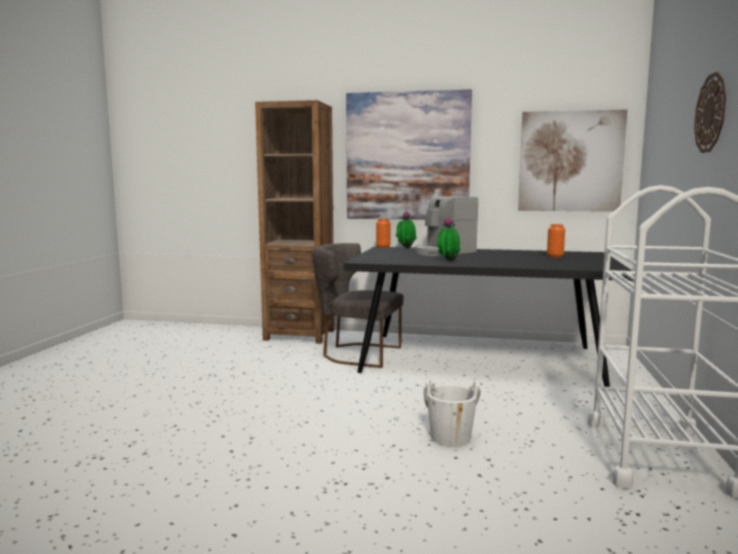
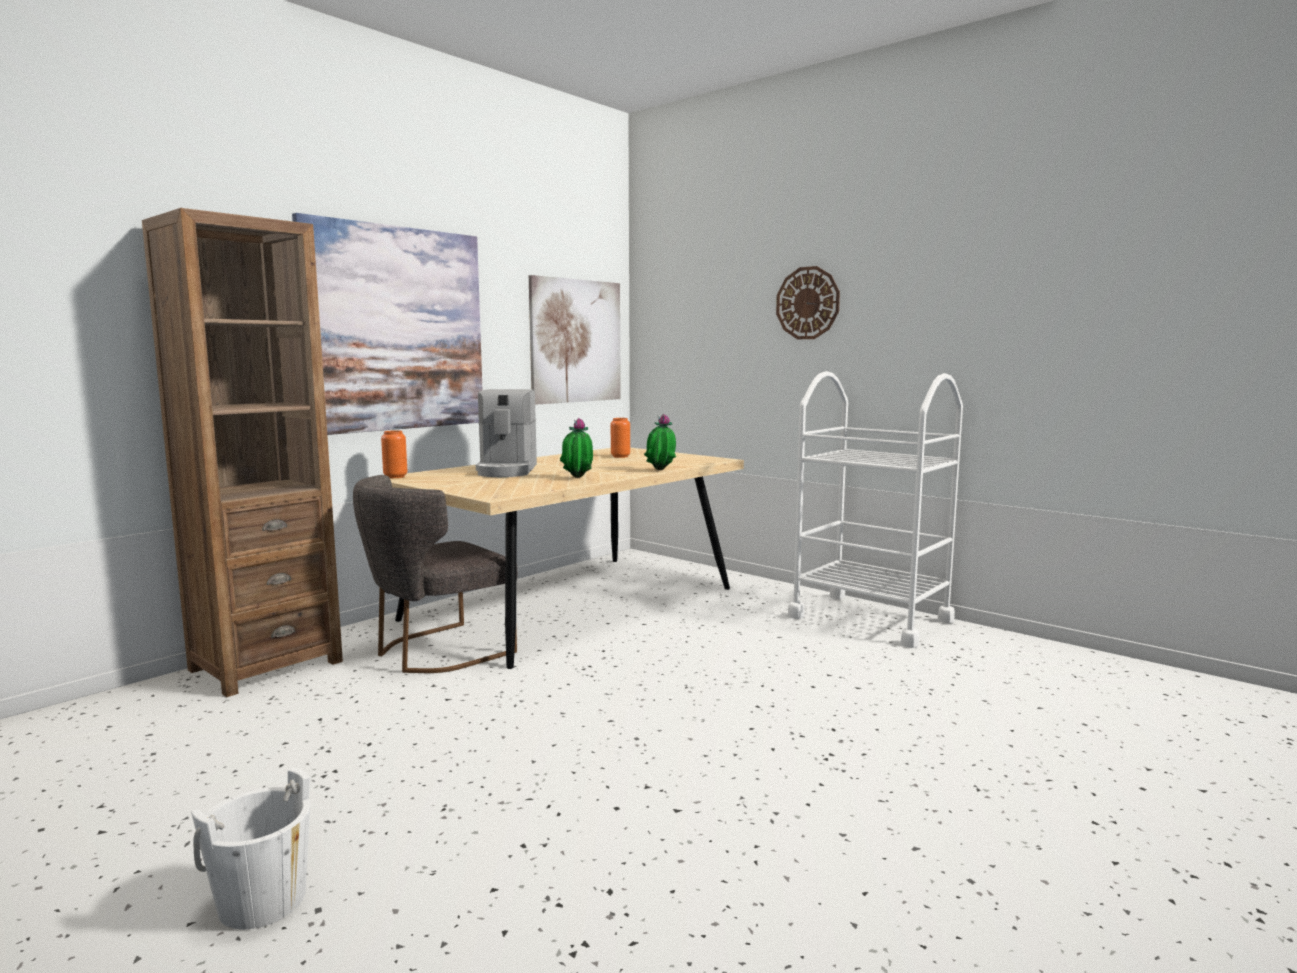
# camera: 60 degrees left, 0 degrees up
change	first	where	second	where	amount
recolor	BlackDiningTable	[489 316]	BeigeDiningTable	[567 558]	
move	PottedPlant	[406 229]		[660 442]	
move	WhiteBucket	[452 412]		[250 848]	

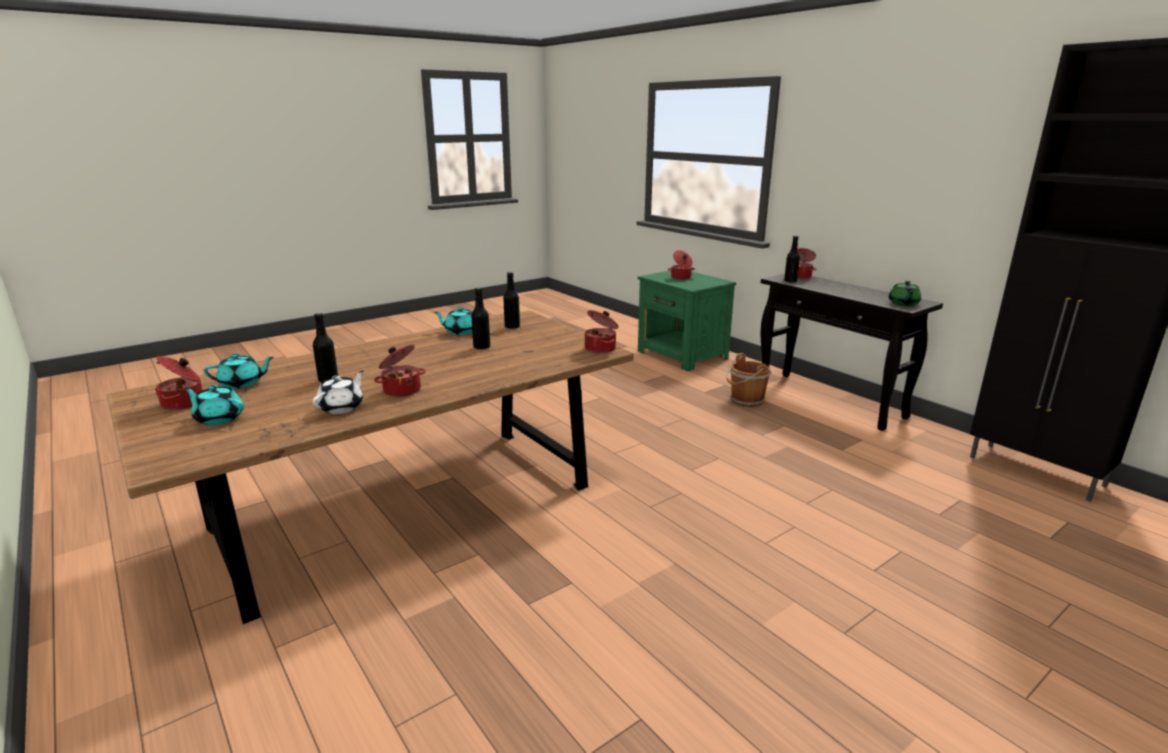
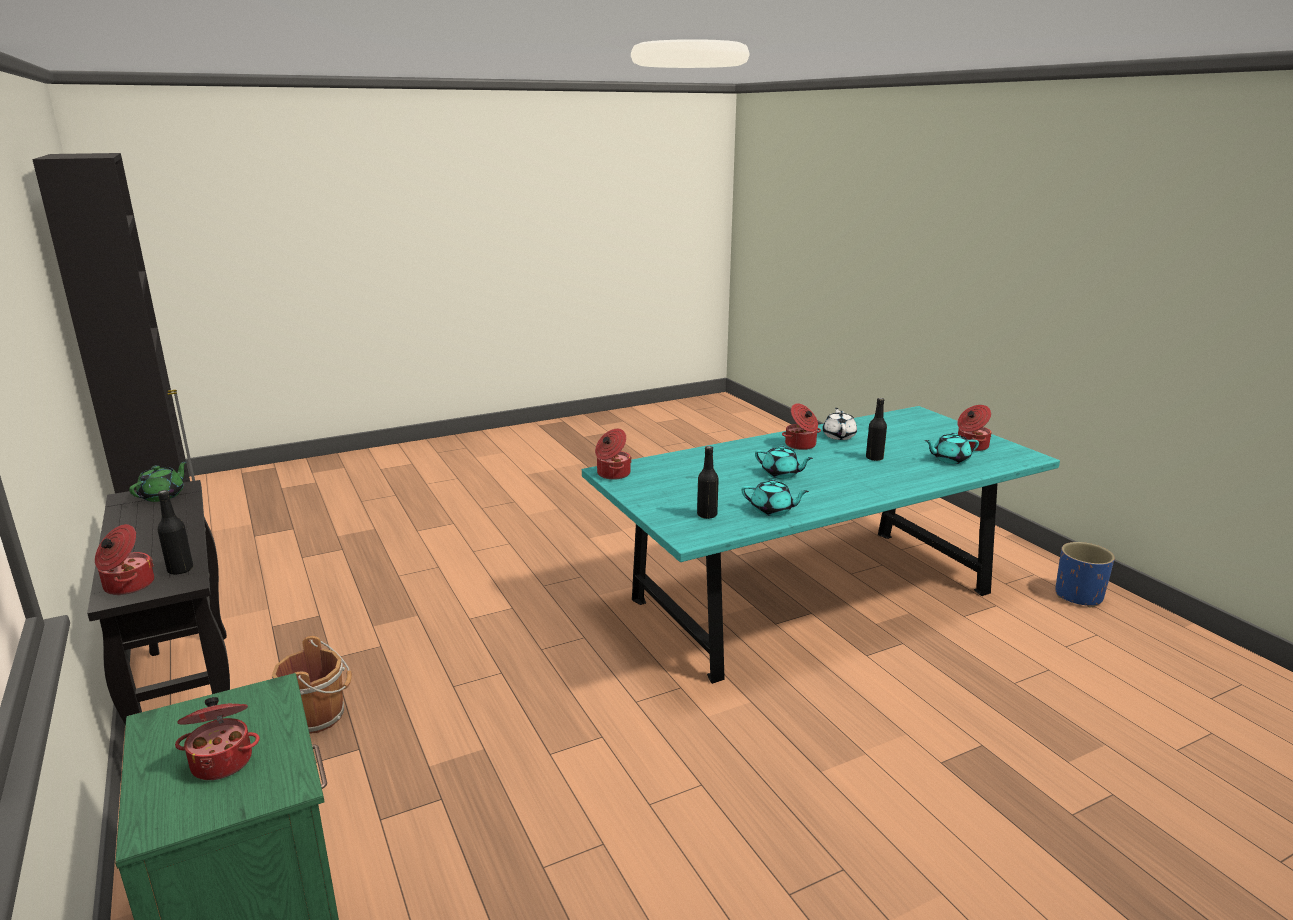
# camera: 170 degrees left, 0 degrees up
change	first	where	second	where	amount
recolor	BrownDiningTable	[370 467]	TurquoiseDiningTable	[821 545]	
move	TurquoiseTeapot	[214 405]		[784 462]	
rotate	WhiteTeapot	[338 392]		[840 424]	150 degrees clockwise
delete	BlackBottle	[480 318]			
insert			BluePlanter	[1085 575]	

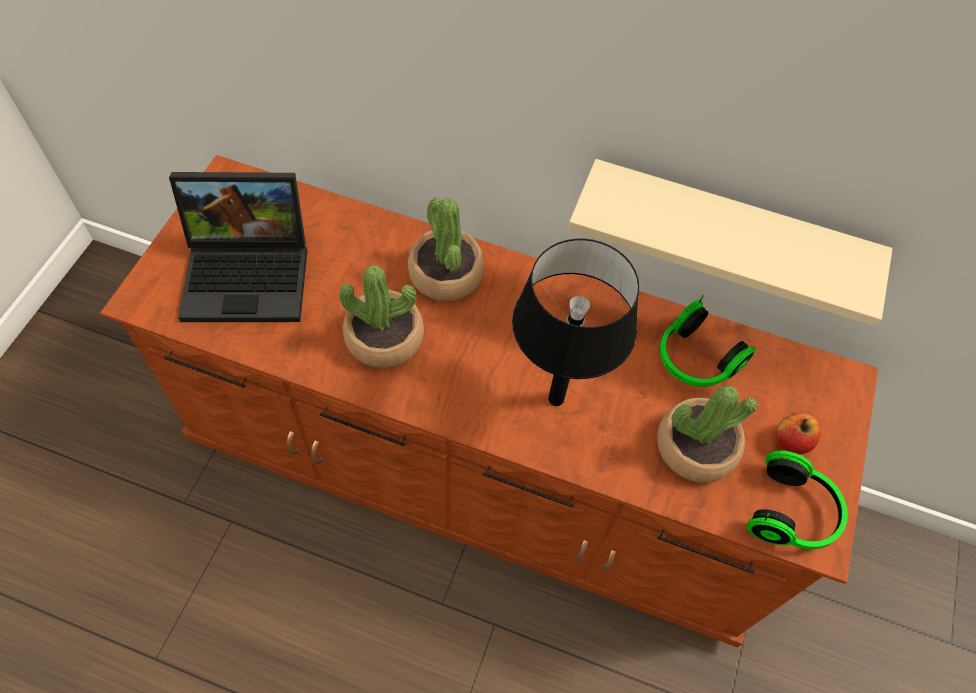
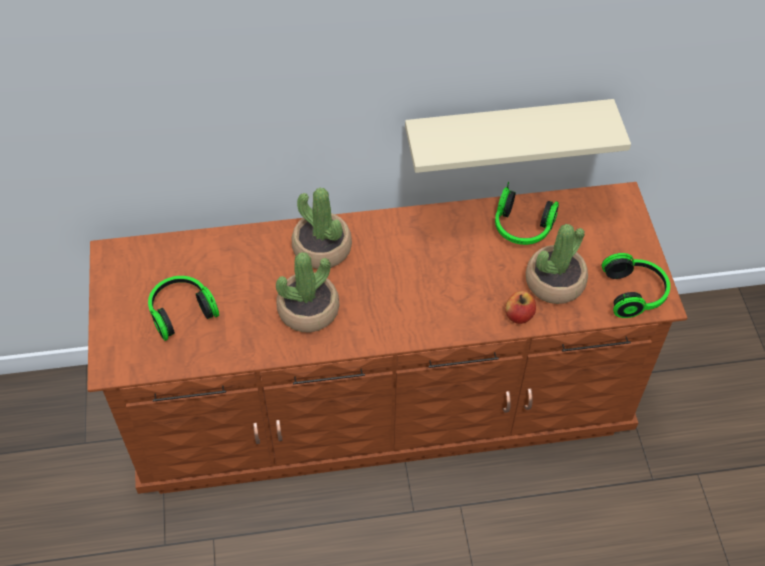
# camera: 25 degrees left, 5 degrees down
change	first	where	second	where	amount
replace	Laptop	[238 247]	Headphones	[183 308]	
delete	BlackTableLamp	[575 322]			
move	Apple	[798 433]		[520 307]	

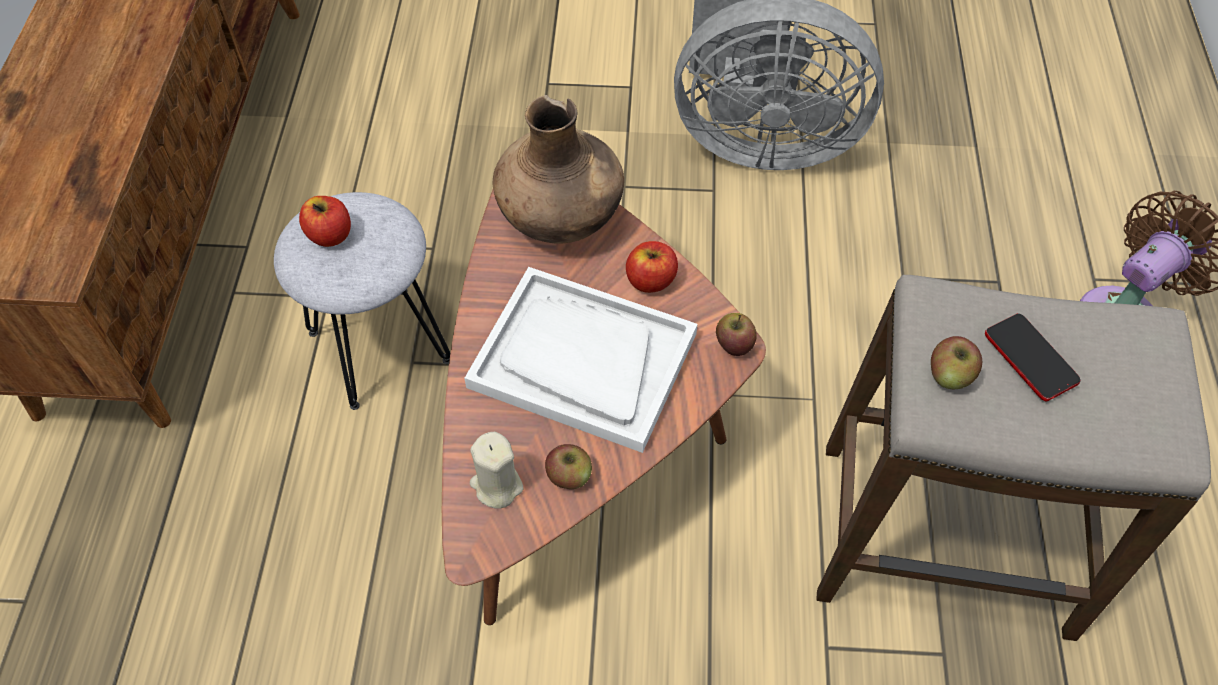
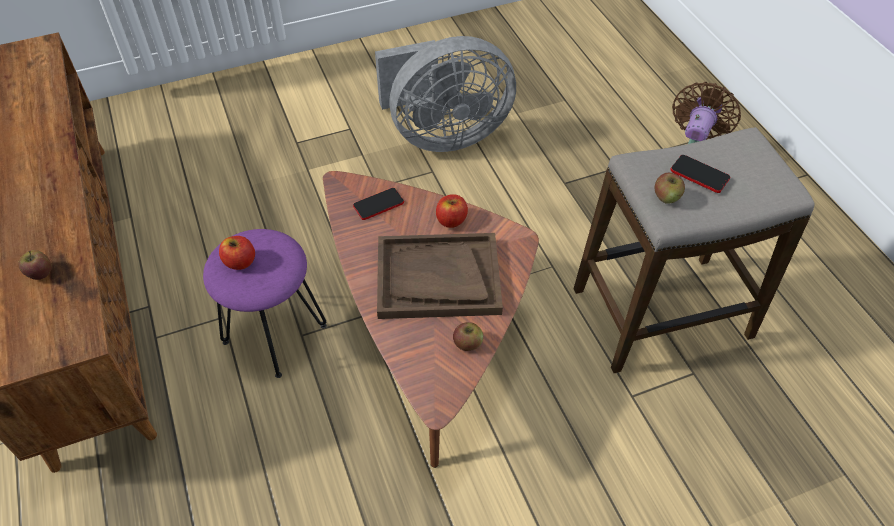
# camera: 25 degrees left, 5 degrees down
change	first	where	second	where	amount
recolor	GreyStool	[362 301]	PurpleStool	[265 303]	
recolor	WhiteTray	[580 360]	BrownTray	[440 276]	
delete	BeigeCandle	[496 470]			
replace	BrownVase	[558 169]	Phone	[378 204]	
move	Apple	[736 334]		[35 265]	

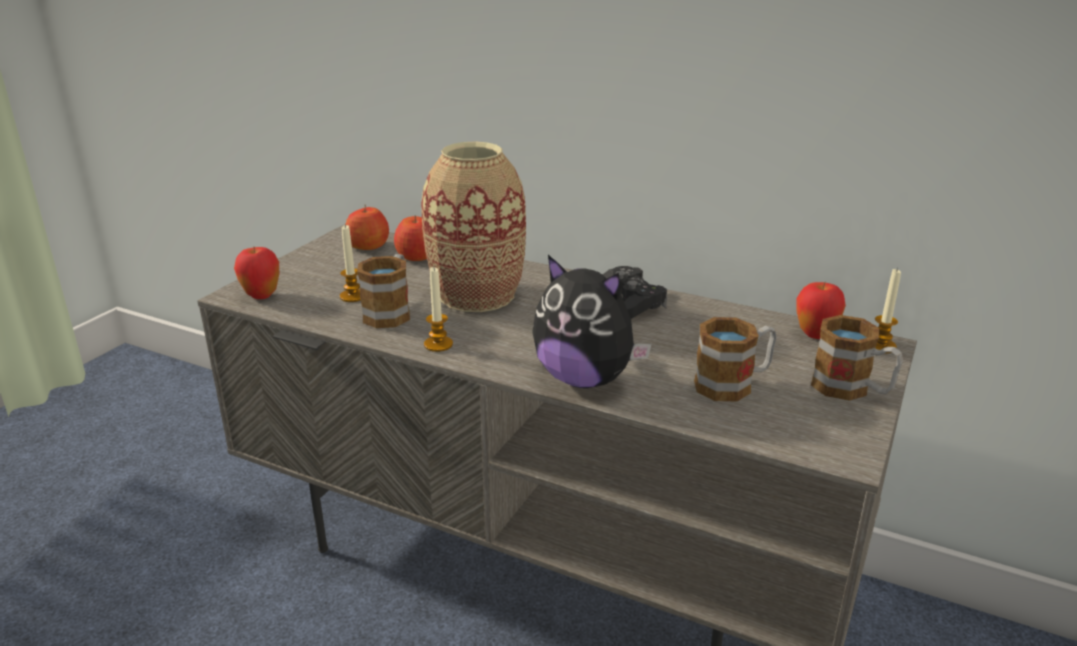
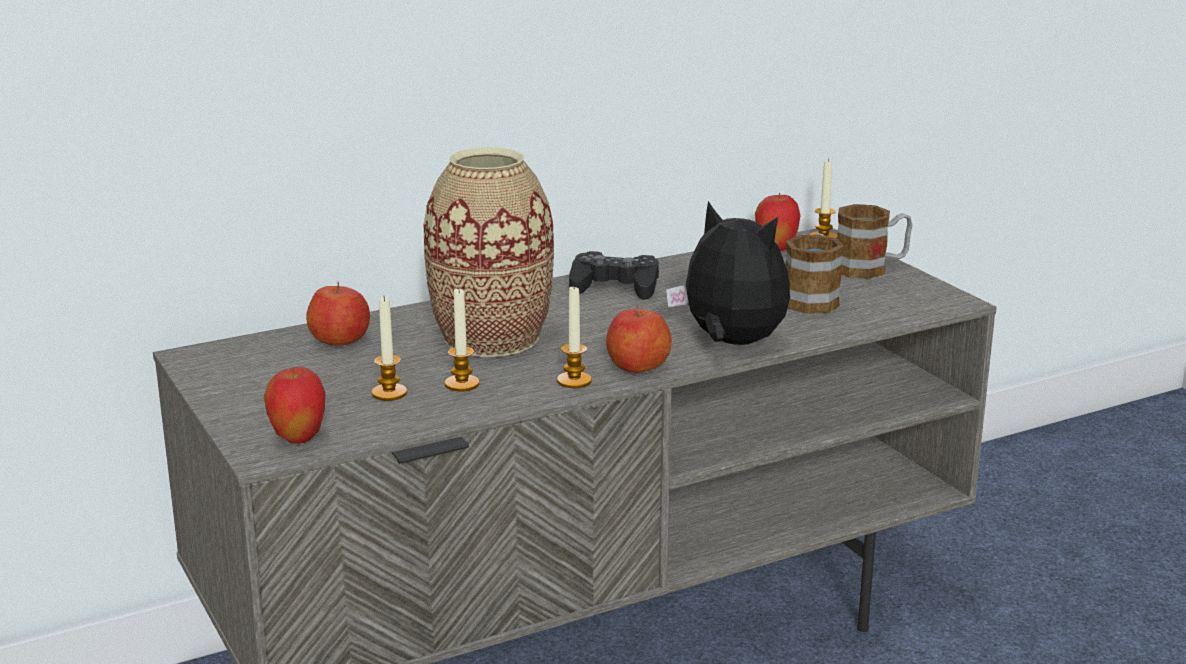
# camera: 55 degrees left, 5 degrees down
change	first	where	second	where	amount
move	Apple	[367 227]		[639 339]	
replace	Mug	[383 291]	Candle	[462 340]	
rotate	PlushToy	[592 321]		[728 273]	120 degrees counterclockwise

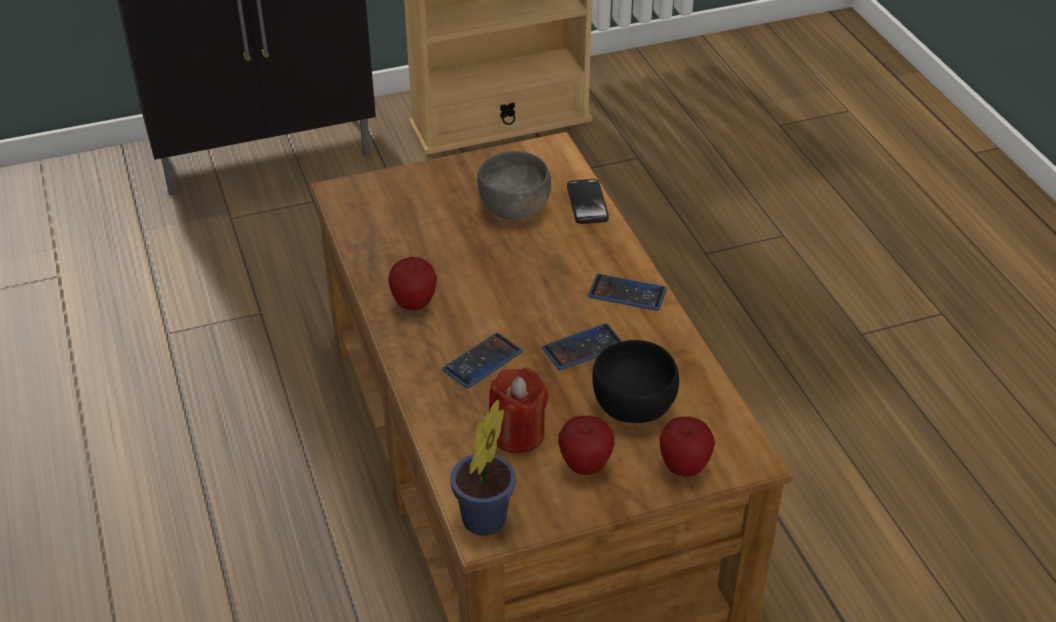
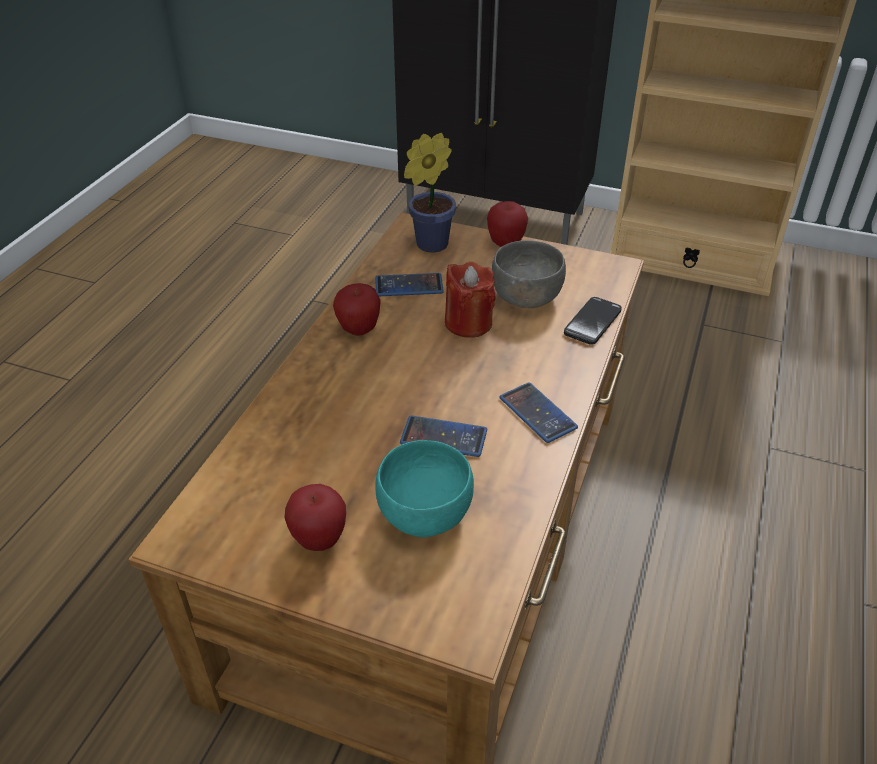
# camera: 40 degrees right, 0 degrees up
change	first	where	second	where	amount
move	Phone	[482 361]		[409 284]	
move	PottedPlant	[483 468]		[430 193]	
move	RedCandle	[519 410]		[470 300]	
recolor	BlackBowl	[635 381]	TurquoiseBowl	[424 488]	
move	Apple	[687 447]		[507 224]	

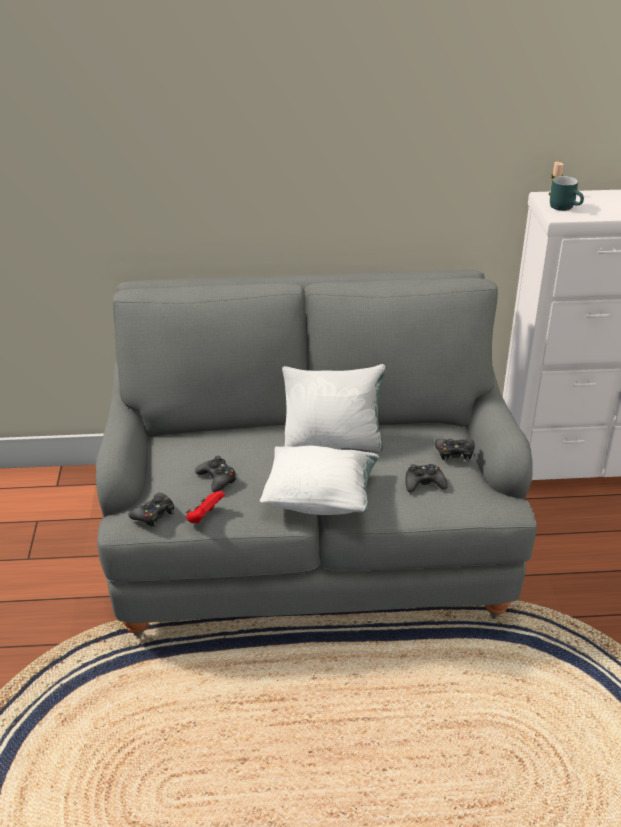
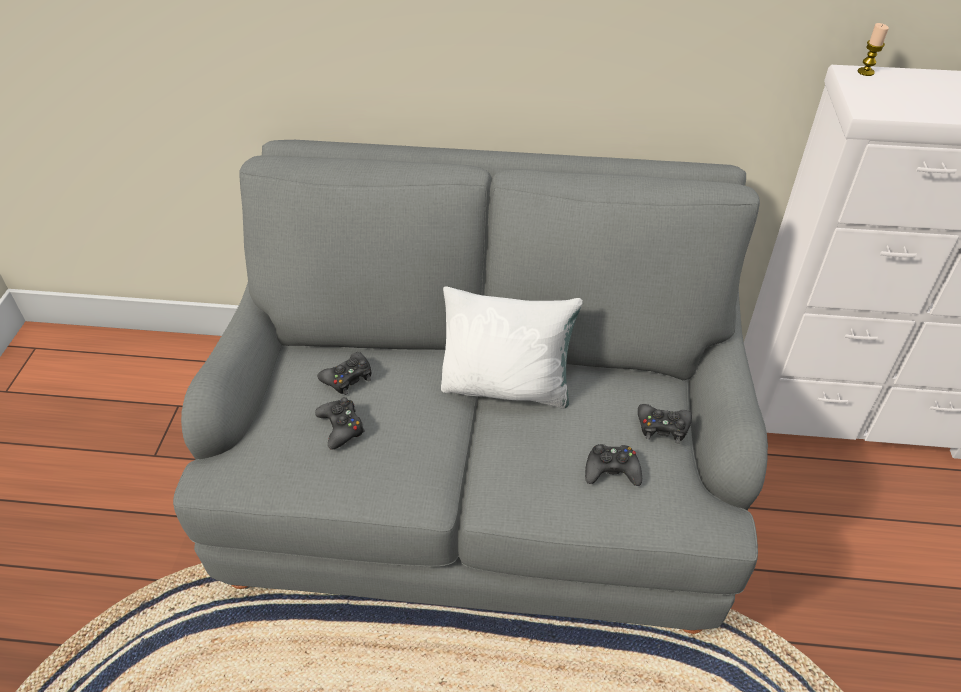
# camera: 10 degrees right, 10 degrees up
change	first	where	second	where	amount
move	BlackGameController	[151 510]		[344 373]	
delete	RedGameController	[205 507]			
delete	WhitePillow	[319 480]			
delete	TurquoiseMug	[567 193]			

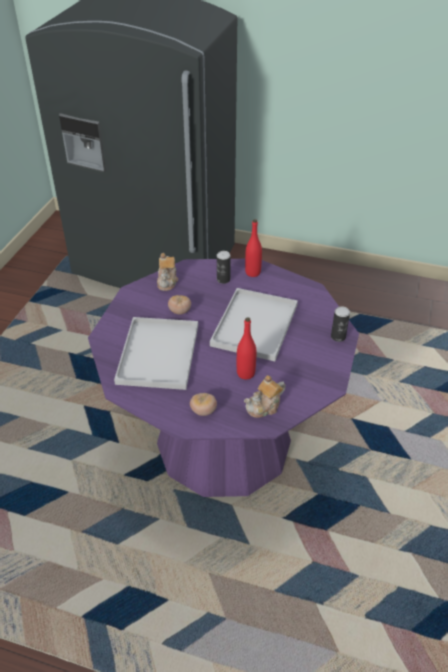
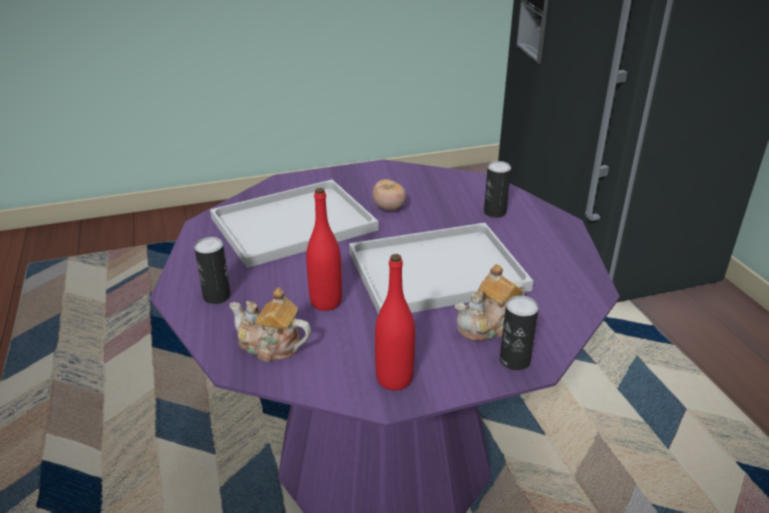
# camera: 55 degrees right, 10 degrees down
change	first	where	second	where	amount
move	Teapot	[167 272]		[490 302]	
replace	Tomato	[203 404]	Can	[212 270]	
move	RedBottle	[253 248]		[395 322]	

